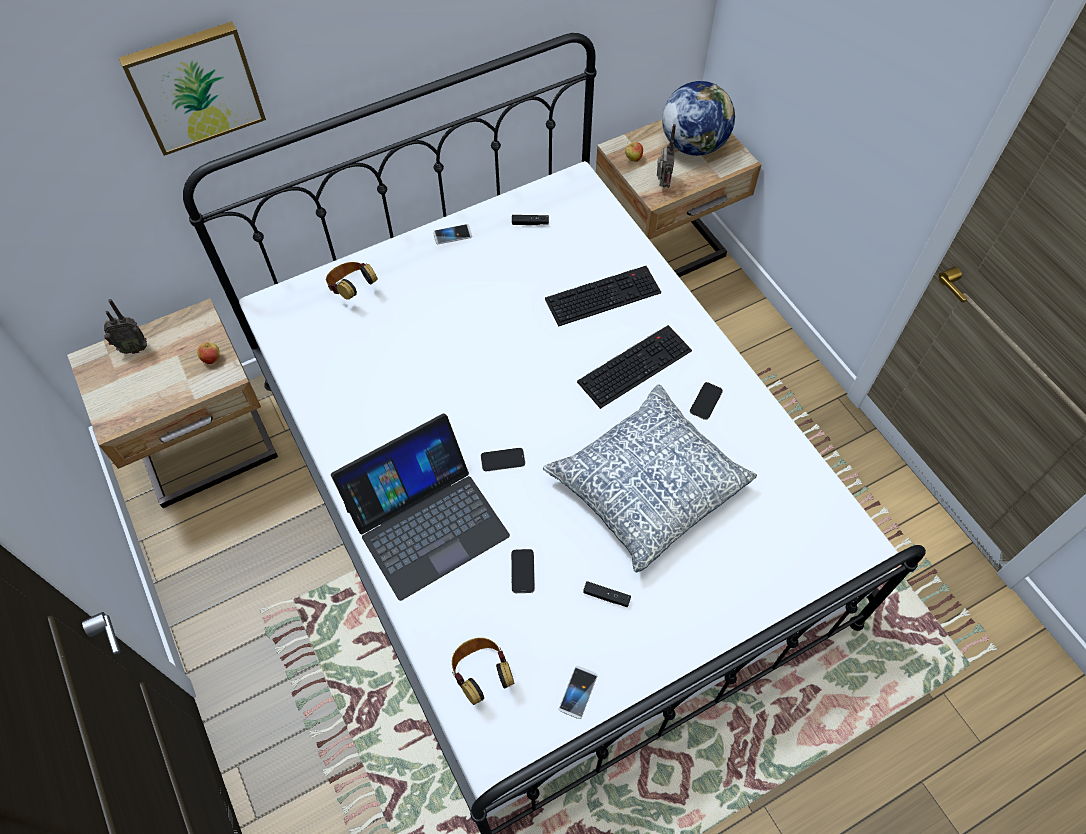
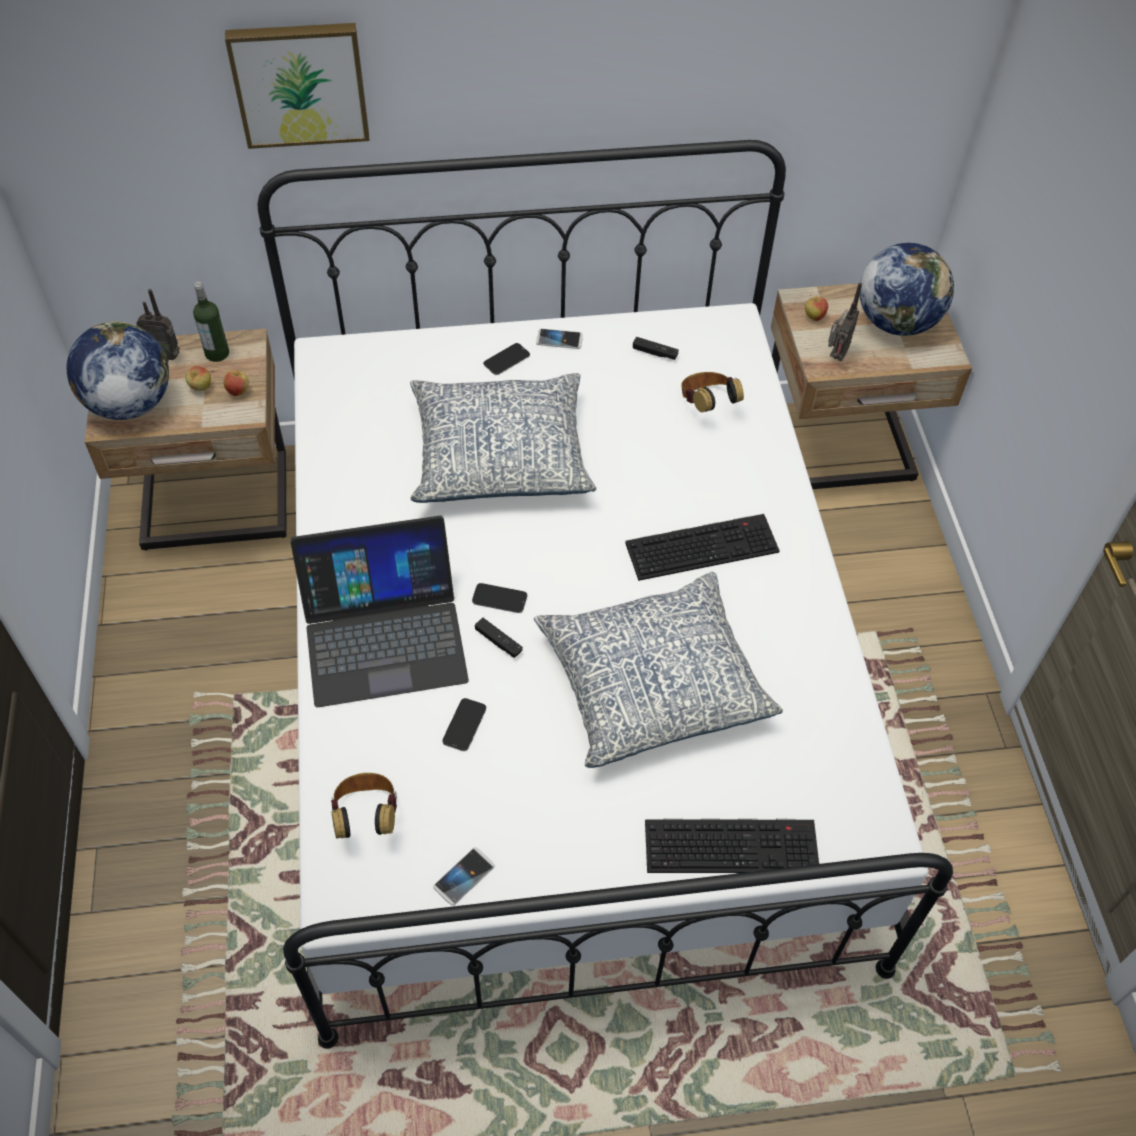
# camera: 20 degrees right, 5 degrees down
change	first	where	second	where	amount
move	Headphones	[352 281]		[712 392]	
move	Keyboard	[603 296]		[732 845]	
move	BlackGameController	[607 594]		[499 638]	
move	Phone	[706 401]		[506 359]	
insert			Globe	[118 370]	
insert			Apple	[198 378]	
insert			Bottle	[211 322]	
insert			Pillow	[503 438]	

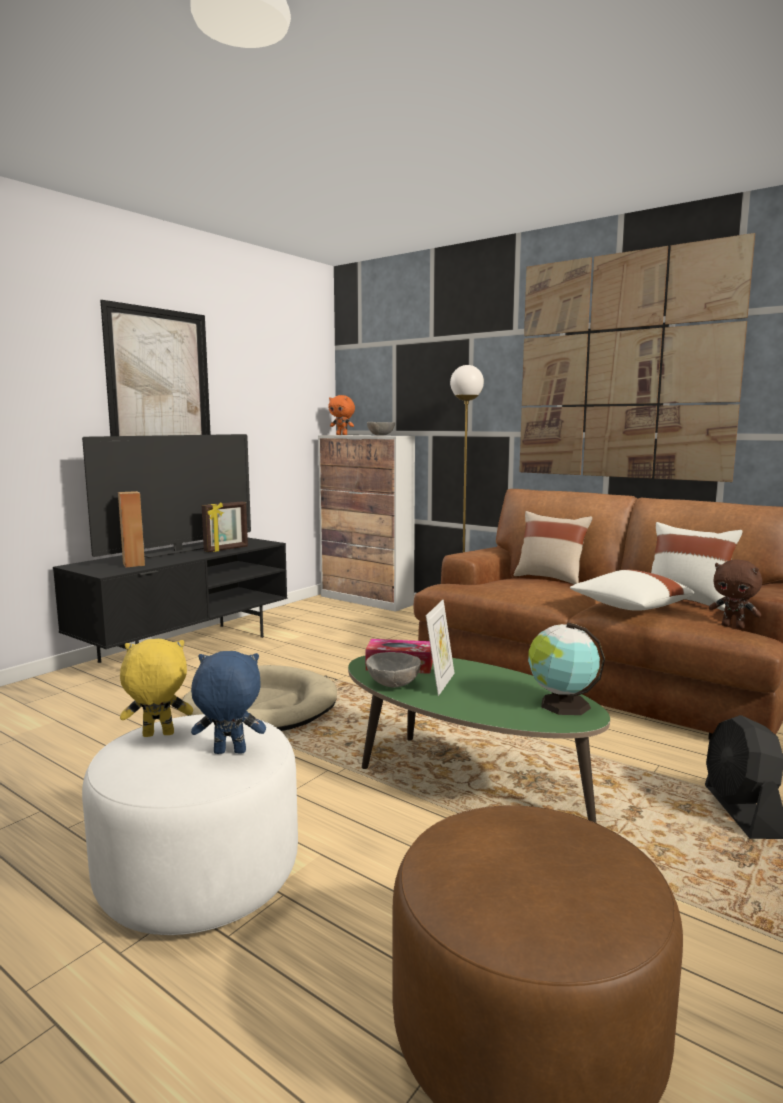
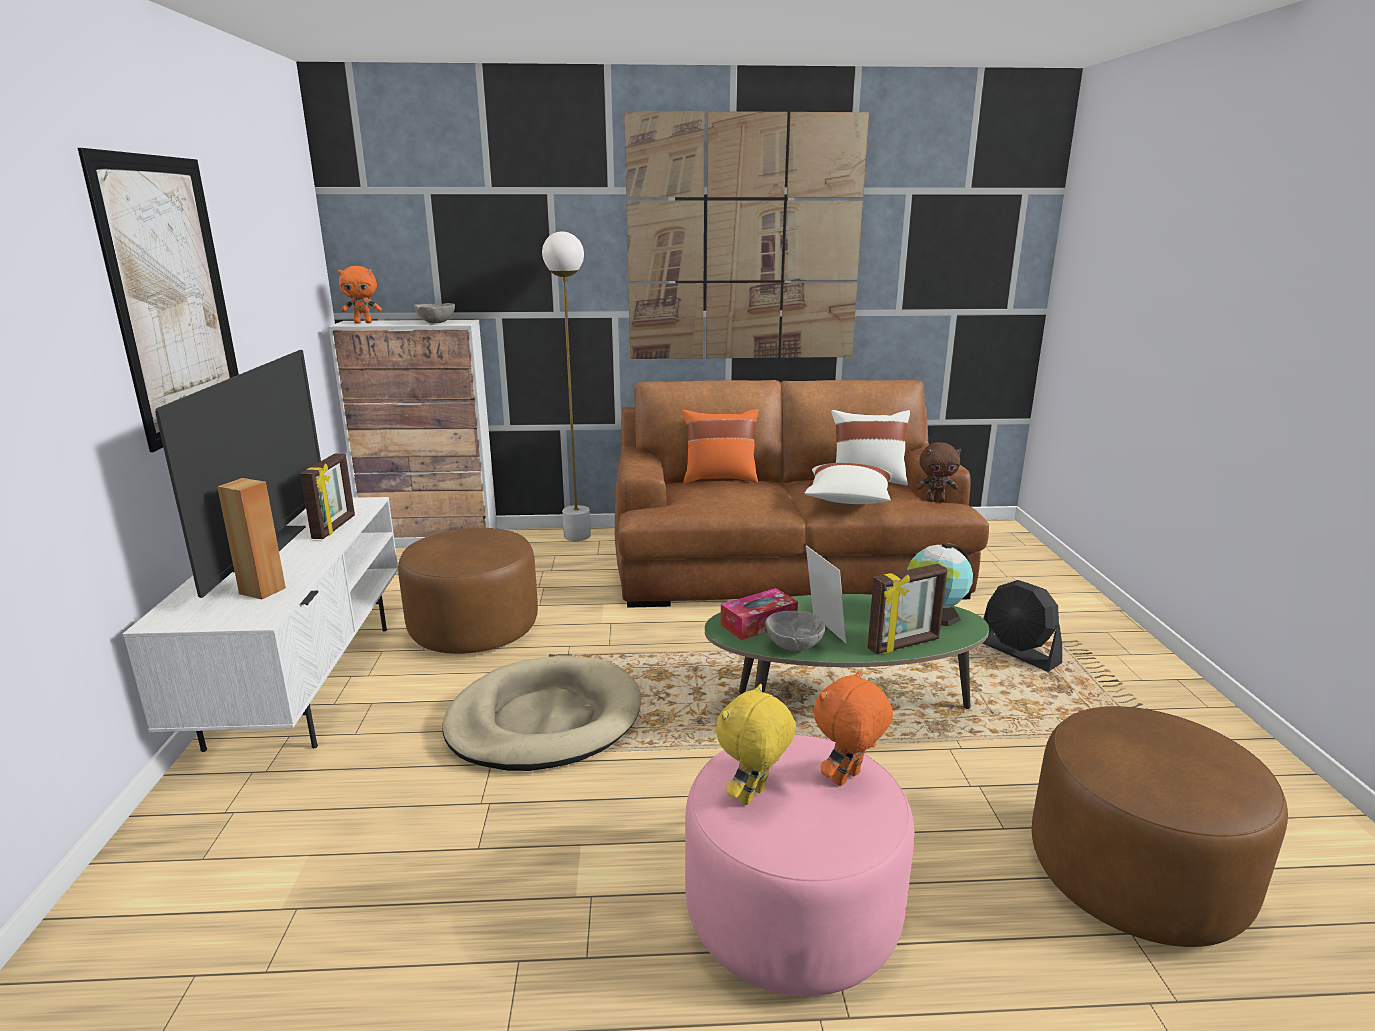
# camera: 40 degrees left, 10 degrees up
change	first	where	second	where	amount
recolor	BlackTvStand	[170 600]	WhiteTvStand	[260 624]	
recolor	WhiteOttoman	[190 824]	PinkOttoman	[799 865]	
recolor	BluePlushToy	[228 702]	OrangePlushToy	[853 728]	
recolor	BeigePillow	[553 548]	OrangePillow	[720 446]	
insert			BrownOttoman	[468 591]	
insert			PictureFrame	[907 609]	

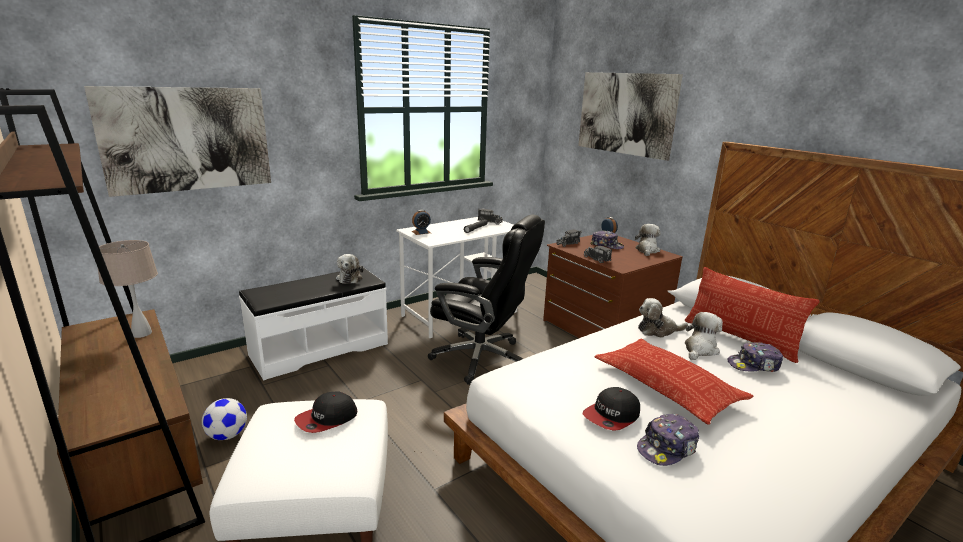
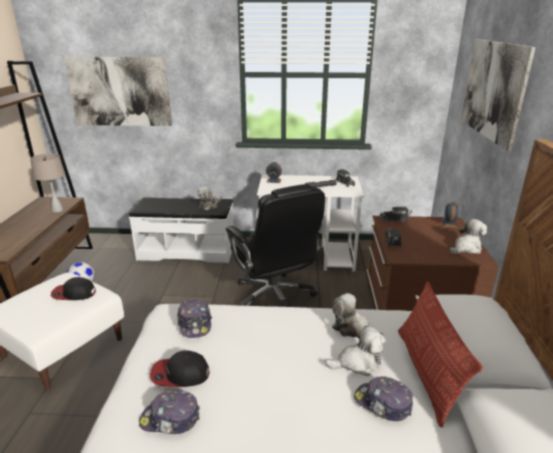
# camera: 40 degrees right, 5 degrees up
change	first	where	second	where	amount
move	Cap	[607 239]		[194 318]	
delete	Pillow	[674 382]			

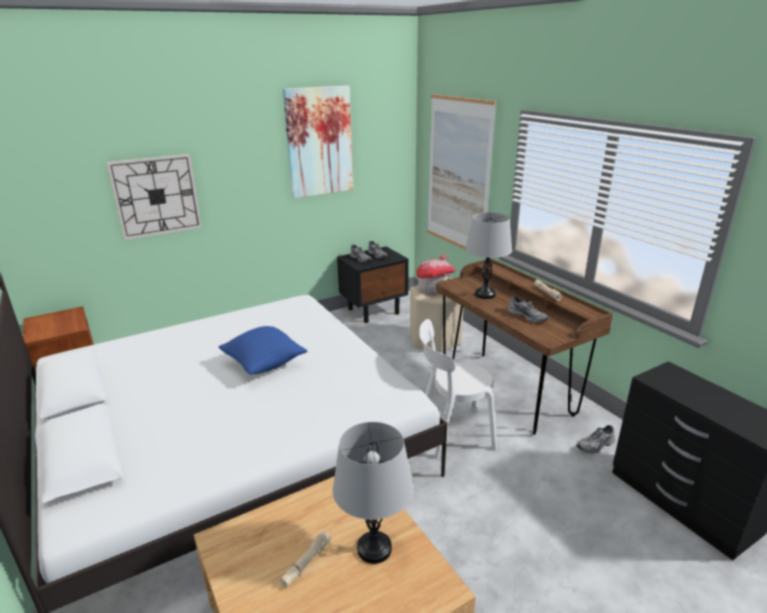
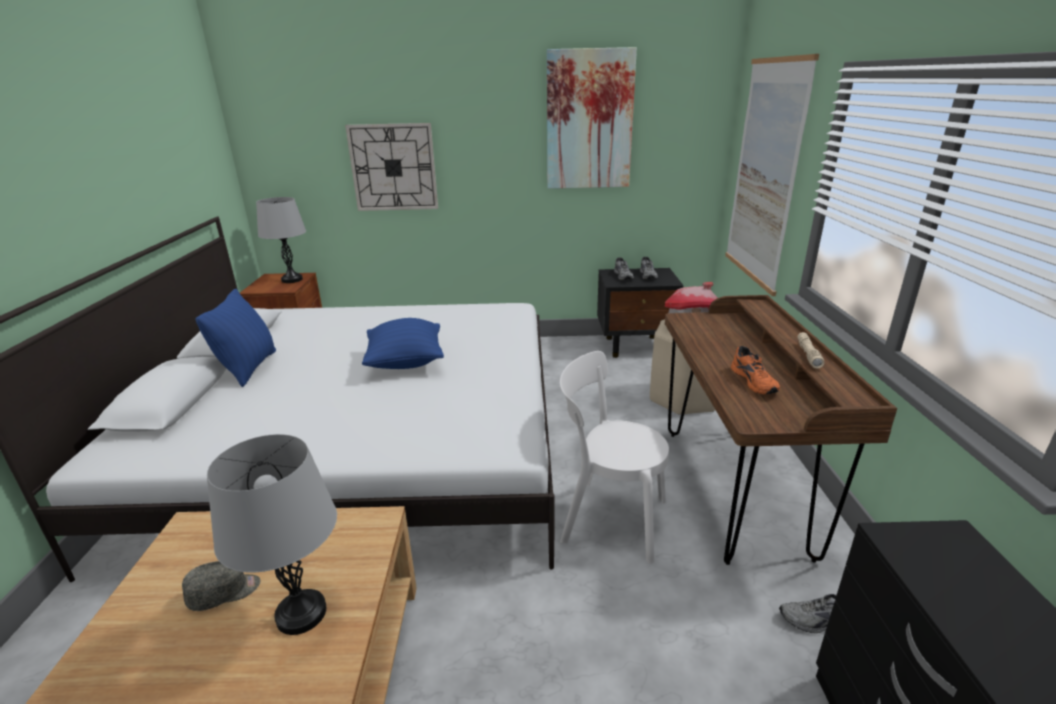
# camera: 30 degrees right, 0 degrees up
change	first	where	second	where	amount
replace	BeigeFlashlight	[305 559]	GreyCap	[221 586]	
move	GreyTableLamp	[488 255]		[281 240]	
recolor	GreyShoe	[528 309]	OrangeShoe	[755 370]	
insert			BluePillow	[235 338]	

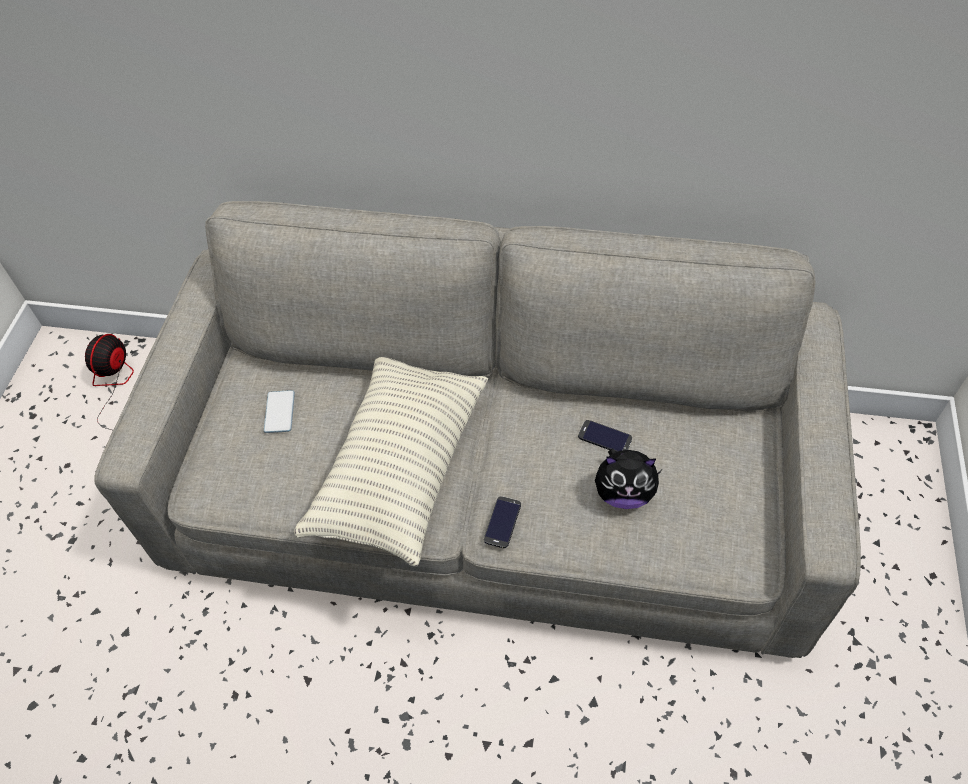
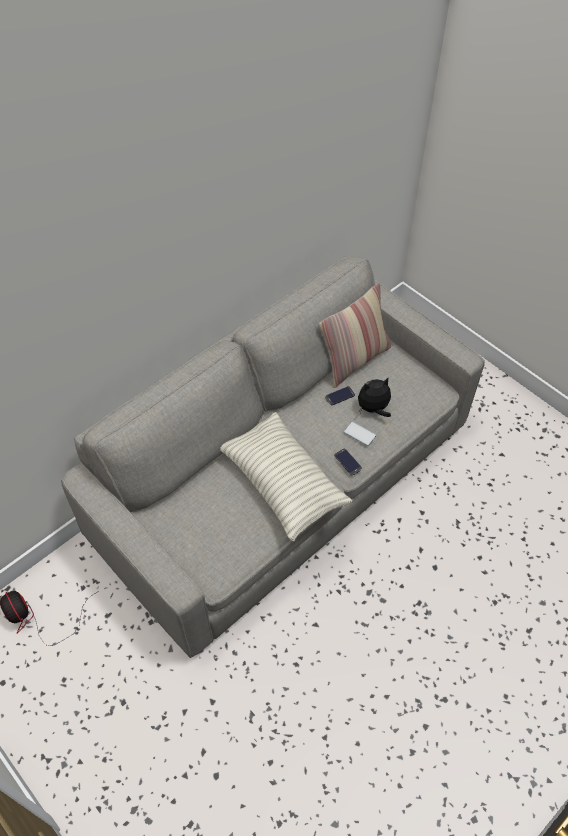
# camera: 55 degrees left, 0 degrees up
change	first	where	second	where	amount
move	Phone	[279 411]		[360 434]	
rotate	PlushToy	[628 479]		[374 397]	150 degrees counterclockwise
insert			Pillow	[355 335]	

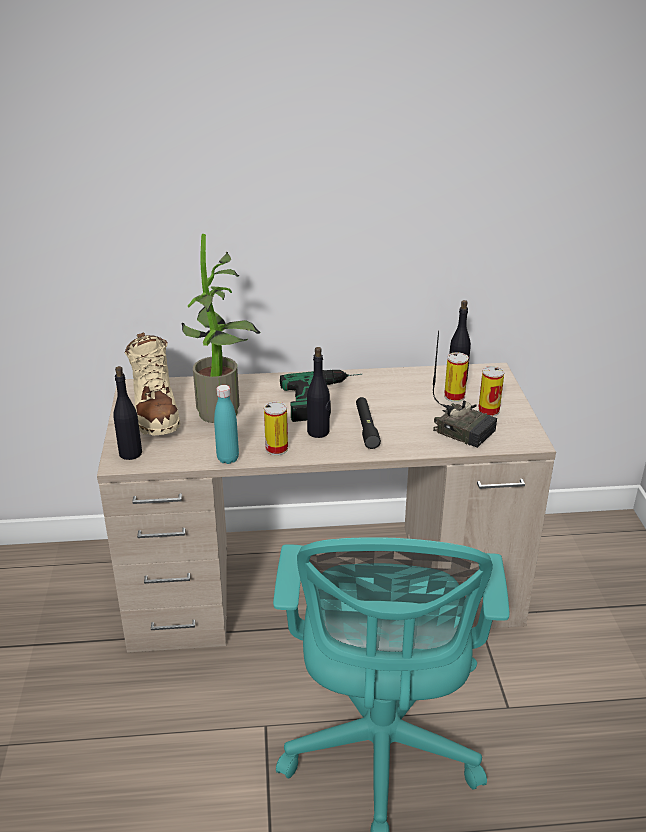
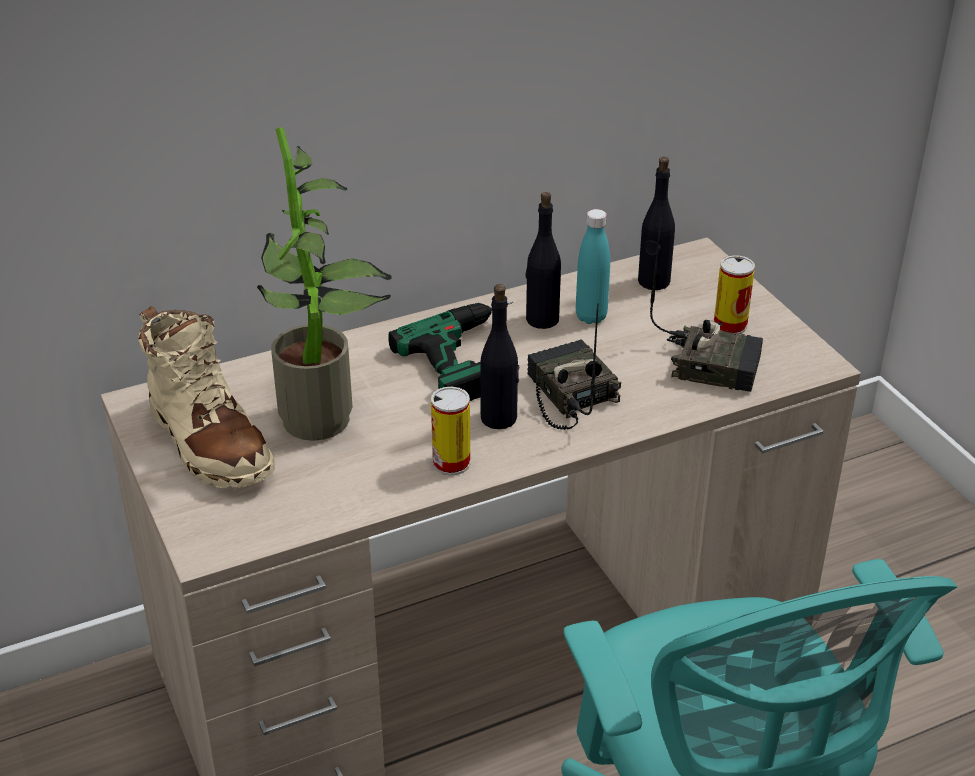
# camera: 20 degrees left, 5 degrees up
change	first	where	second	where	amount
move	BlackBottle	[127 413]		[543 260]	
move	TurquoiseBottle	[226 424]		[593 266]	
replace	BlackFlashlight	[368 423]	Radio	[574 366]	
delete	Can	[456 377]			

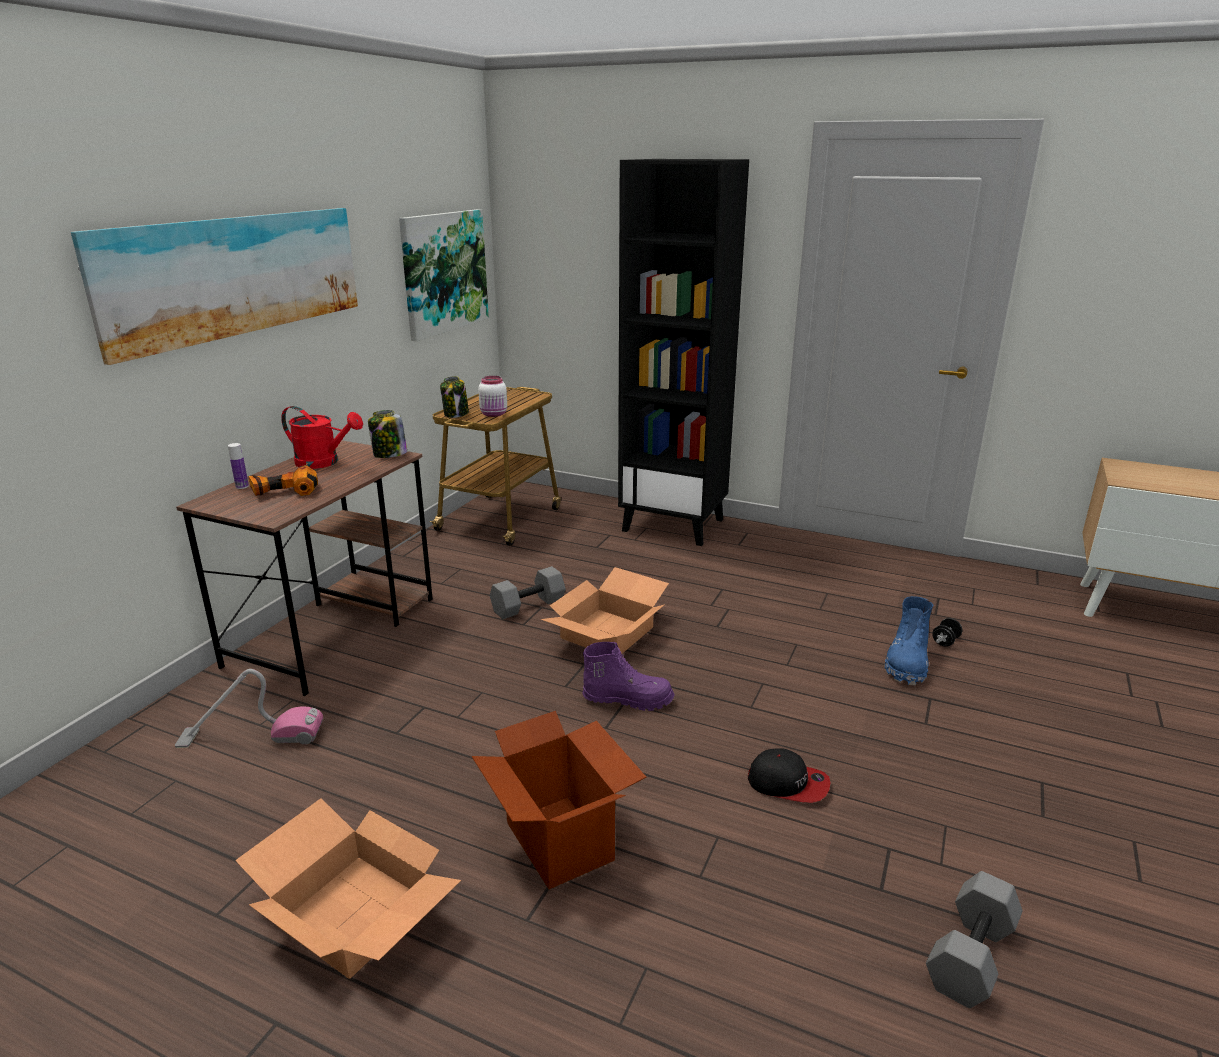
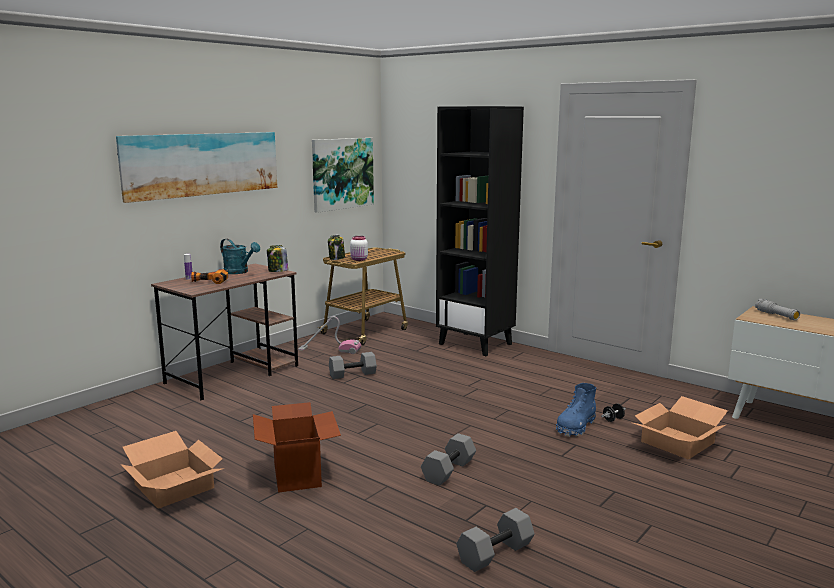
# camera: 15 degrees right, 10 degrees down
change	first	where	second	where	amount
move	VacuumCleaner	[249 708]		[329 335]	
recolor	RedWateringCan	[322 437]	TurquoiseWateringCan	[240 256]	
move	CardboardBox	[605 610]		[680 427]	
delete	PurpleBoot	[629 676]			
replace	Cap	[789 775]	GreyDumbbell	[448 459]	
insert			GreyFlashlight	[777 309]	

